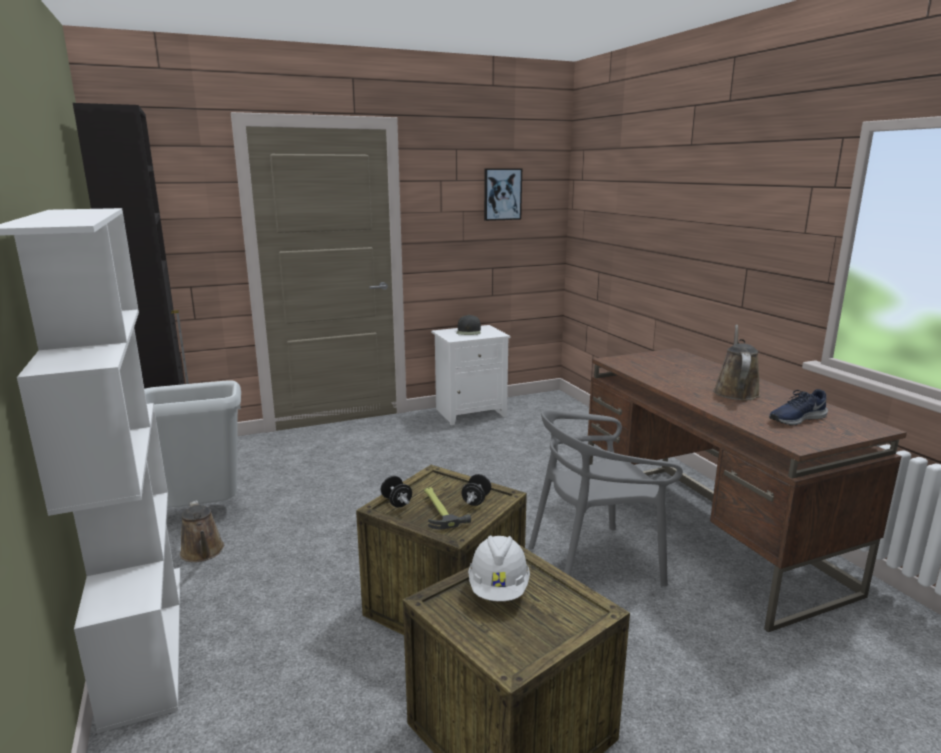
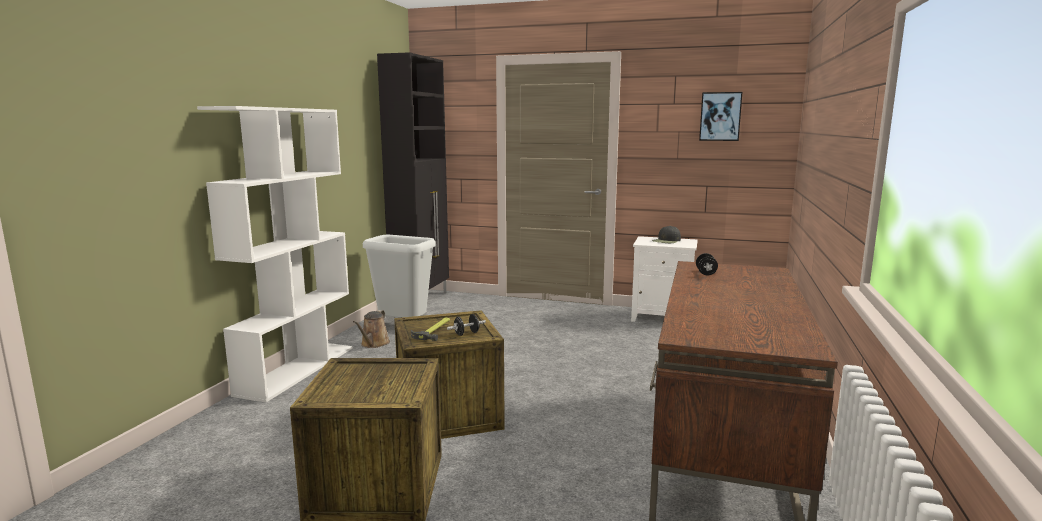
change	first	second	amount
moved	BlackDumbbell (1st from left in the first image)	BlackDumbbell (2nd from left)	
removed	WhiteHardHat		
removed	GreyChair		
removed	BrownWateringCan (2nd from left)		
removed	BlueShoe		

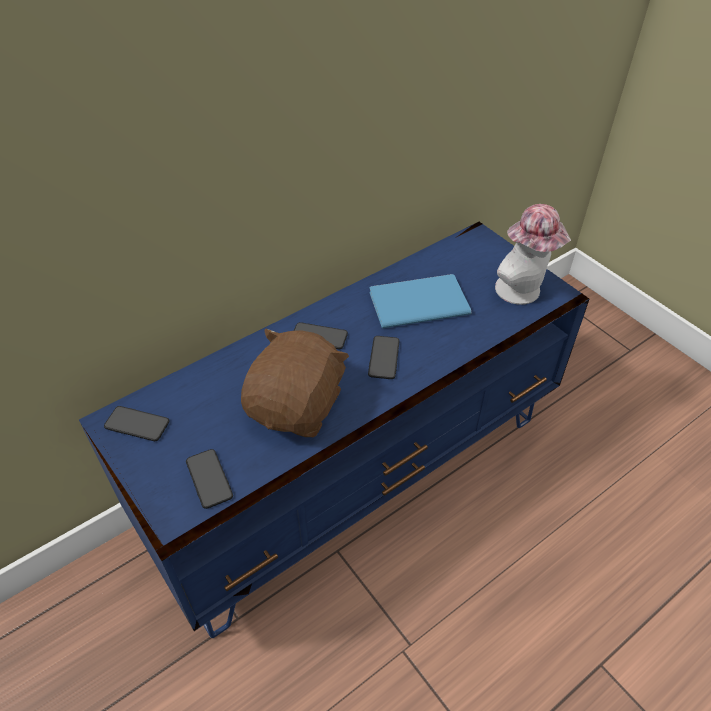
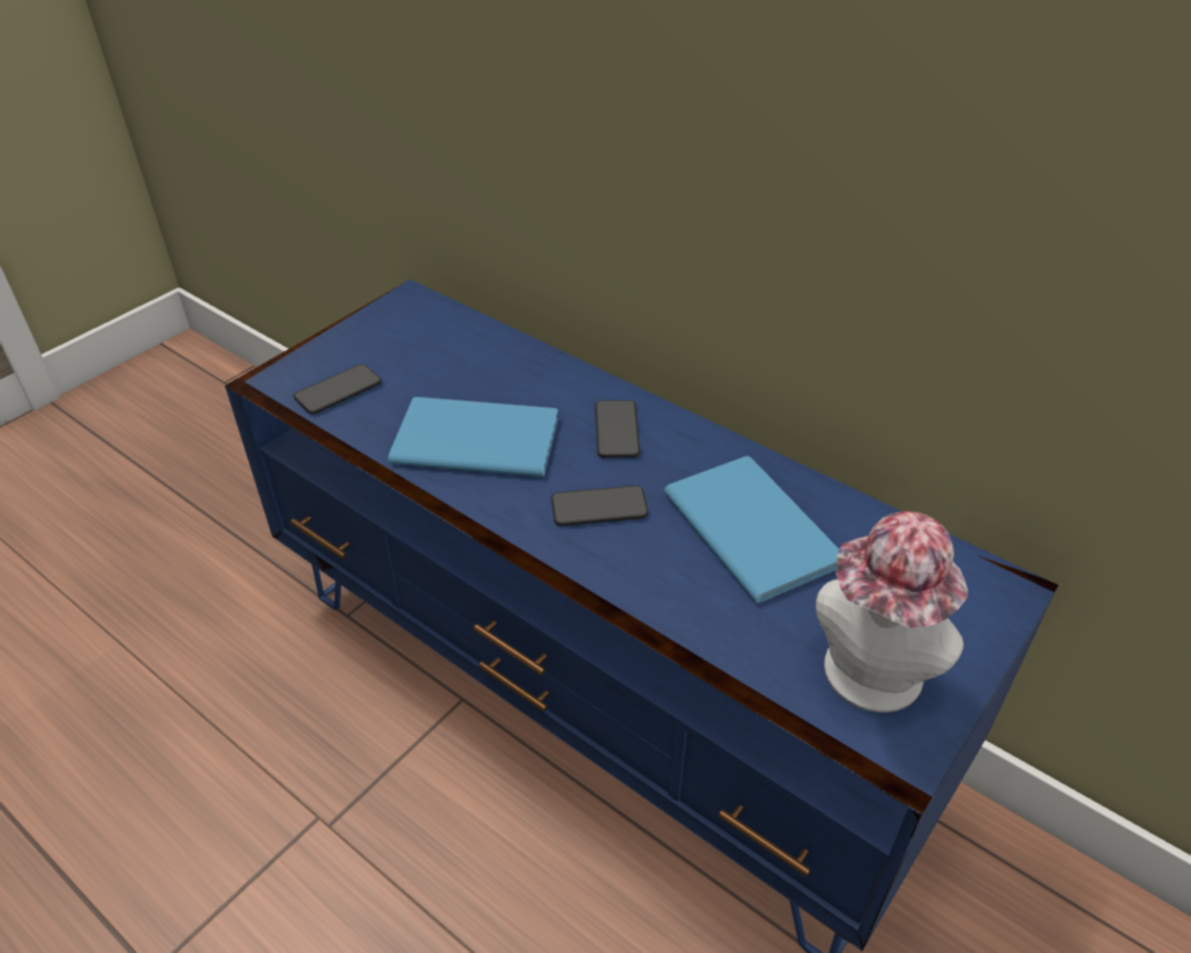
change	first	second	amount
replaced	BrownPlushToy	BlueBook (1st from left)	
removed	Phone (1st from left)		

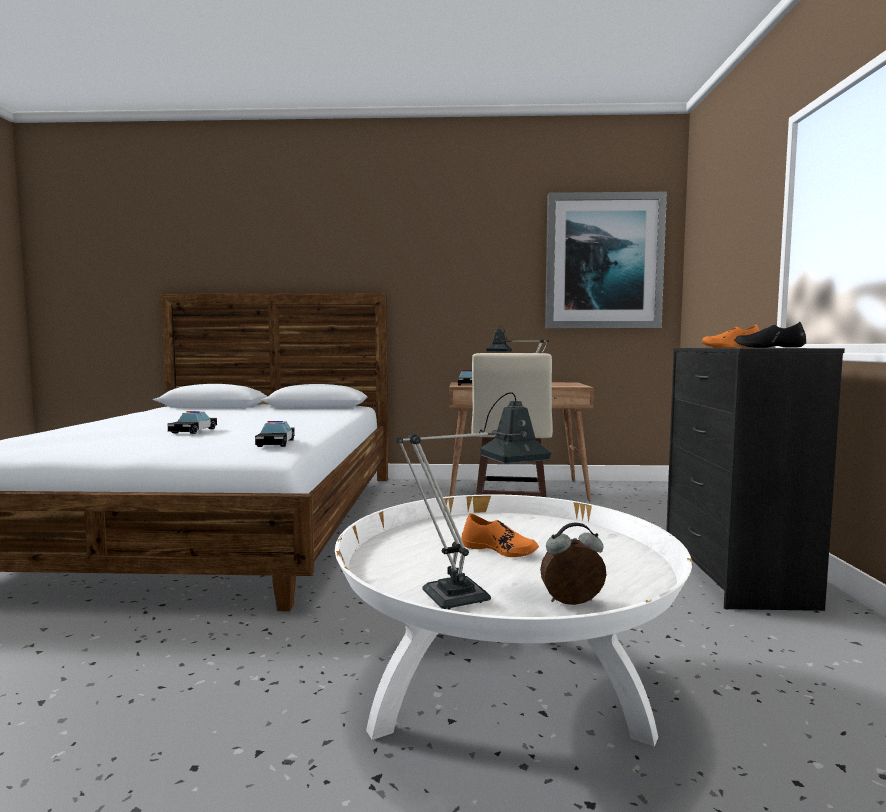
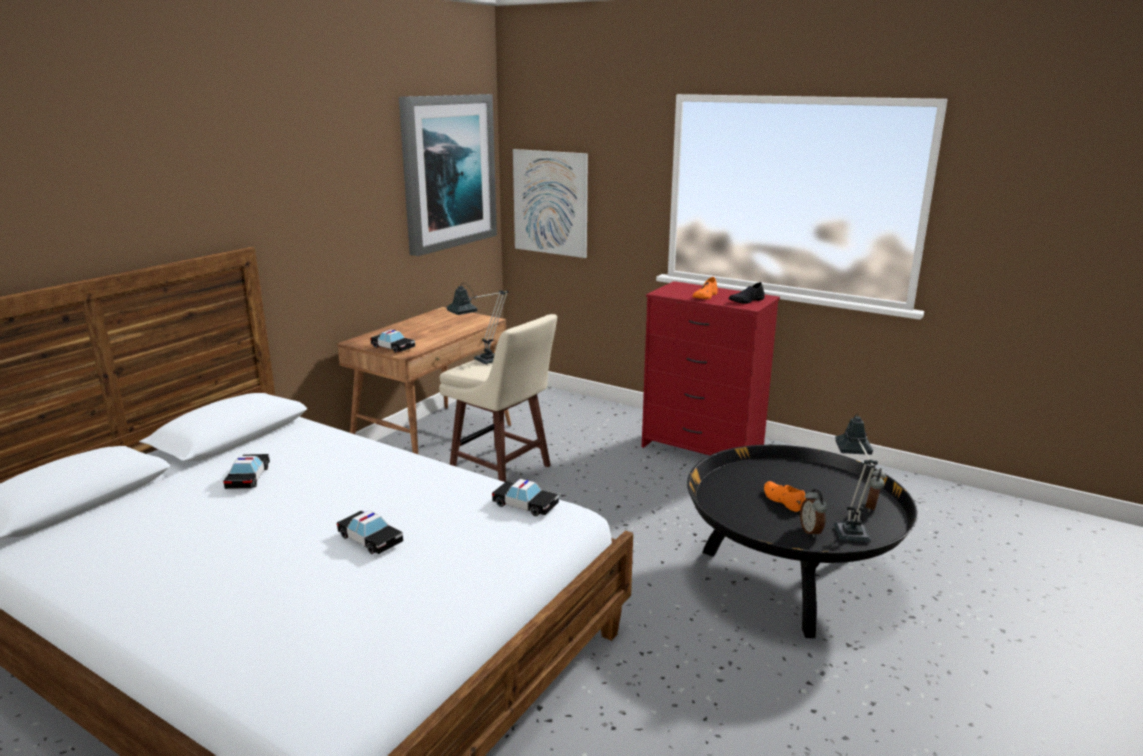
change	first	second	amount
added		ToyCar (1st from left)	
added		Picture (2nd from left)	
recoloured	BlackDresser	RedDresser	
recoloured	WhiteCoffeeTable	BlackCoffeeTable	
turned	OrangeShoe (1st from left in the first image)	OrangeShoe (2nd from left)	90 degrees counterclockwise
added		AlarmClock (1st from left)	

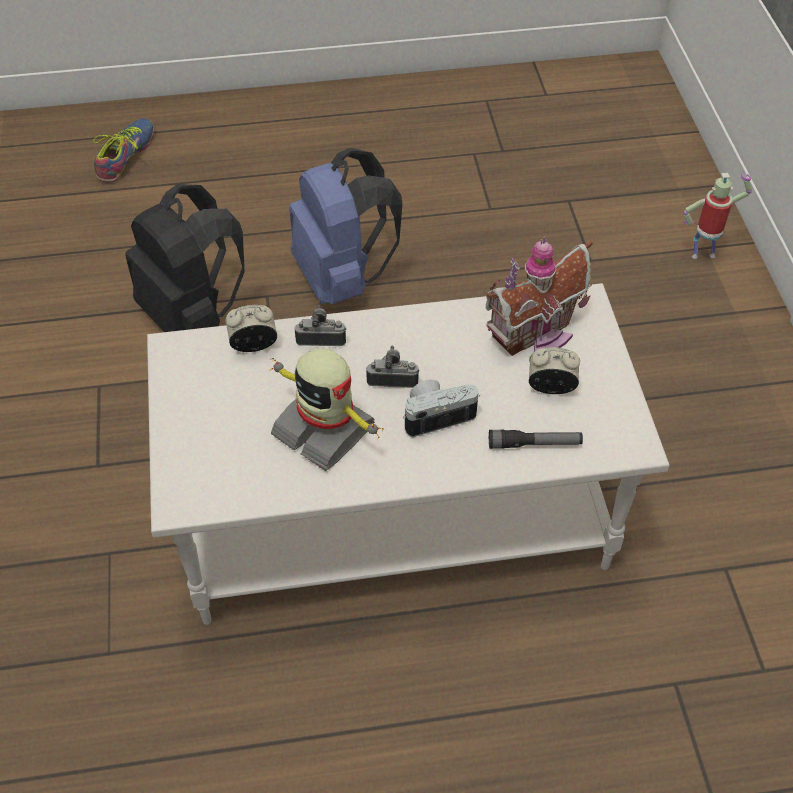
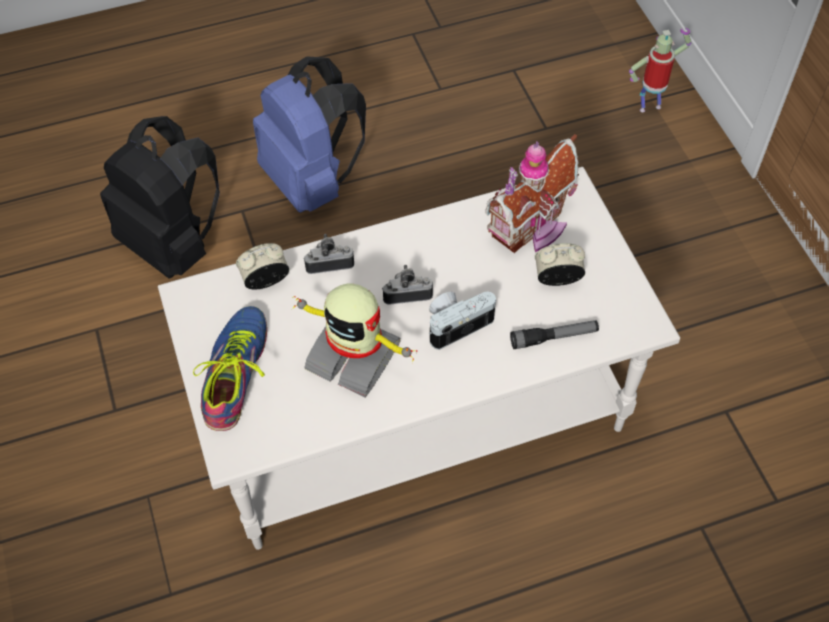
change	first	second	amount
moved	Shoe		

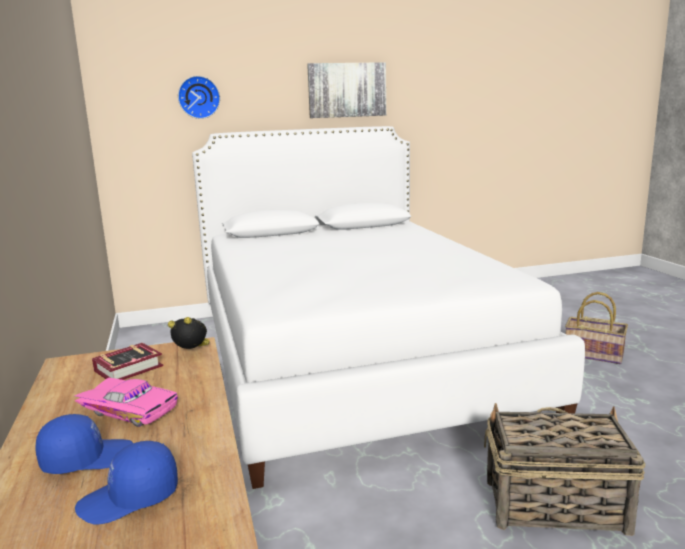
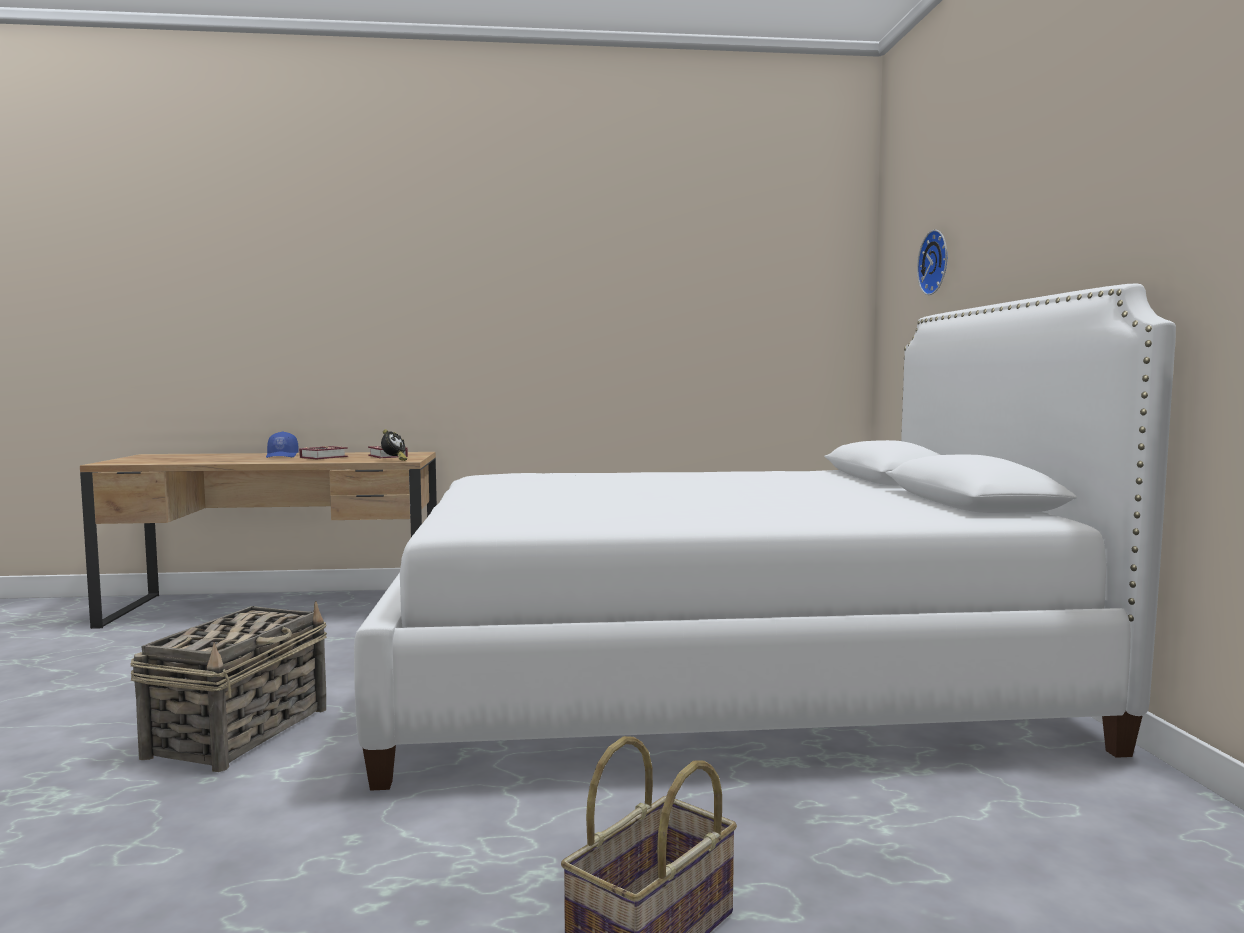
change	first	second	amount
replaced	PinkToyCar	Book (1st from left)	
removed	BlueCap (2nd from left)		
removed	Picture		

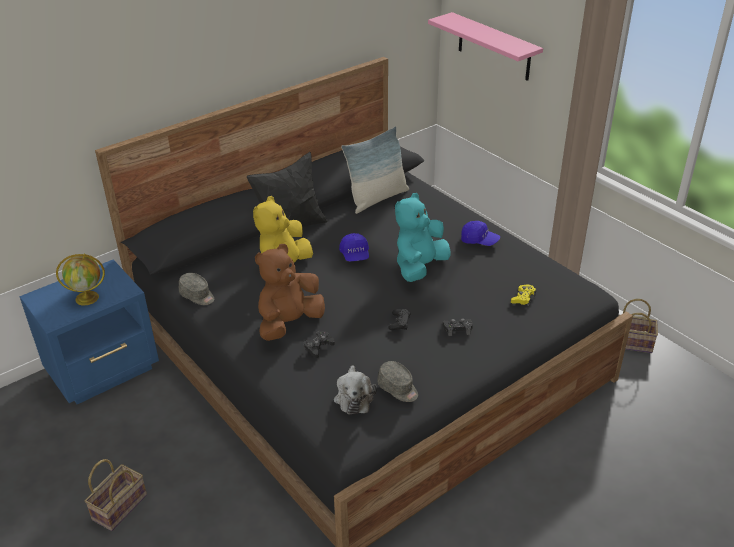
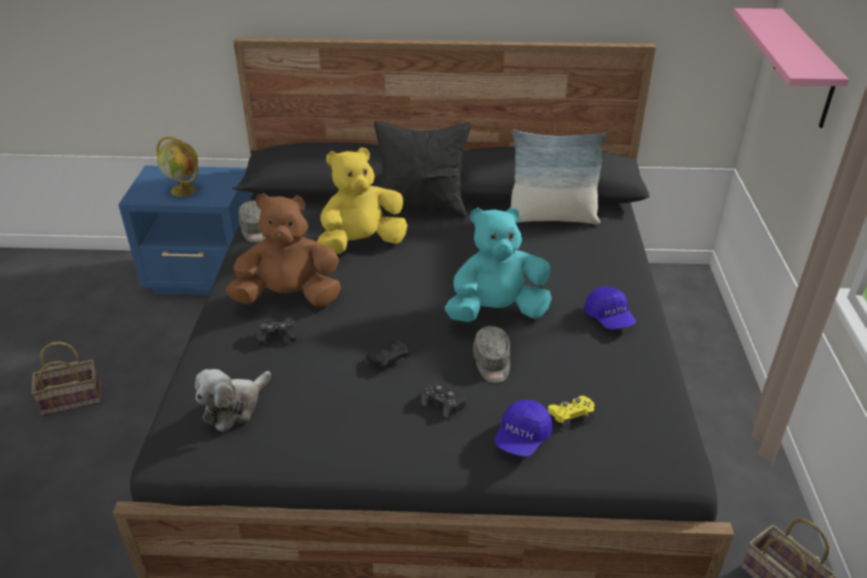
change	first	second	amount
moved	GreyCap (2nd from left)		
moved	BlueCap (1st from left)		

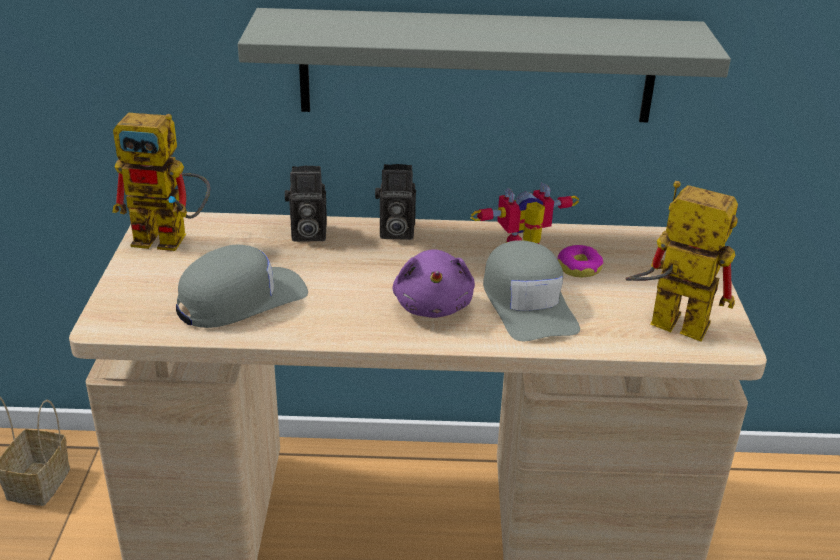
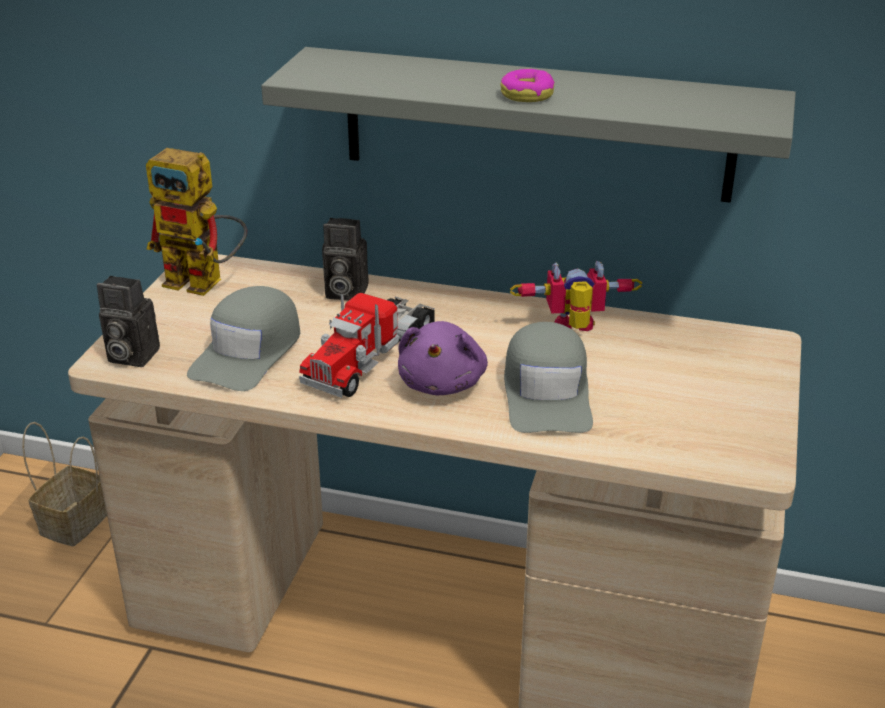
change	first	second	amount
moved	PhotoCamera (2nd from left in the first image)	PhotoCamera (1st from left)	
turned	GreyCap (1st from left)		135 degrees clockwise
added		ToyTruck	
moved	Donut		
removed	ToyRobot (3rd from left)		

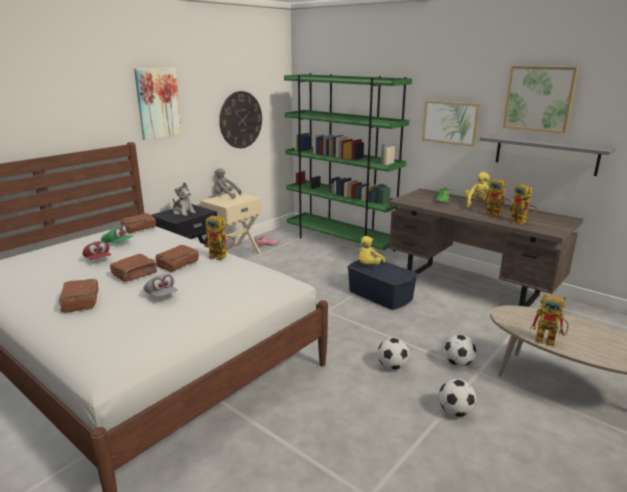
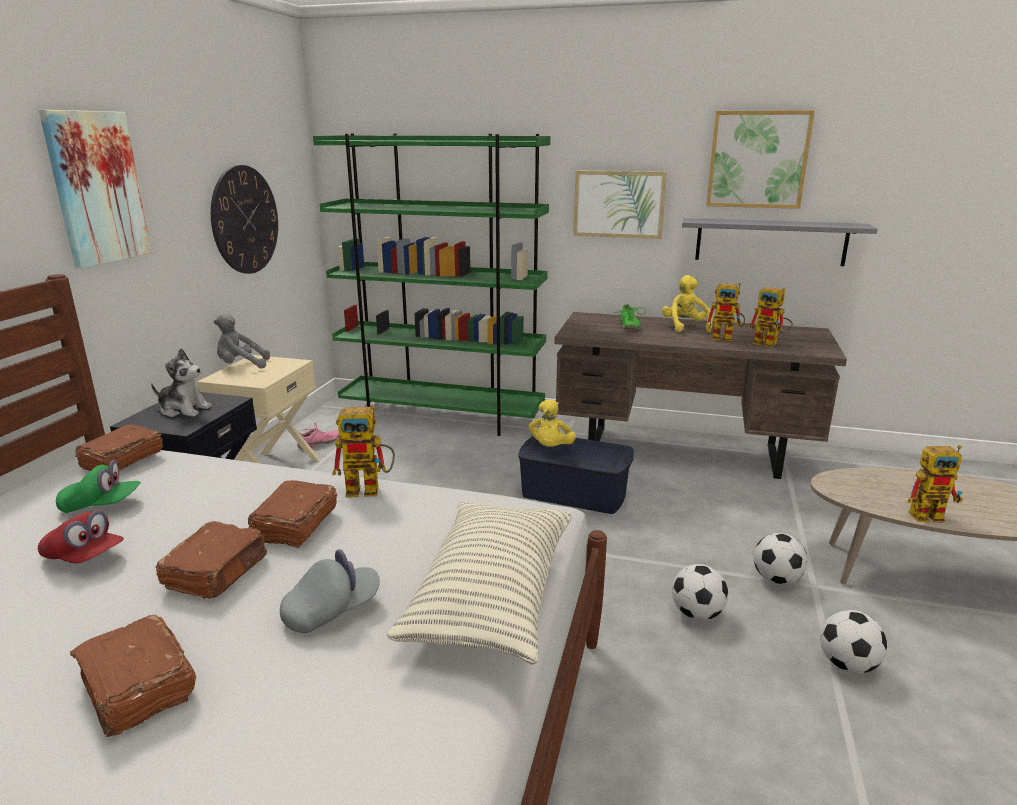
change	first	second	amount
turned	GreyCap		60 degrees counterclockwise
added		Pillow	

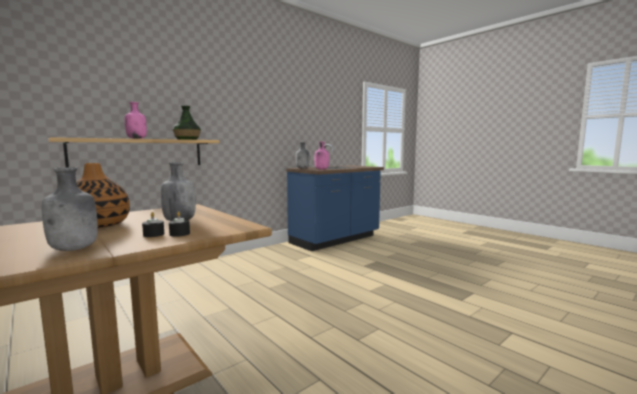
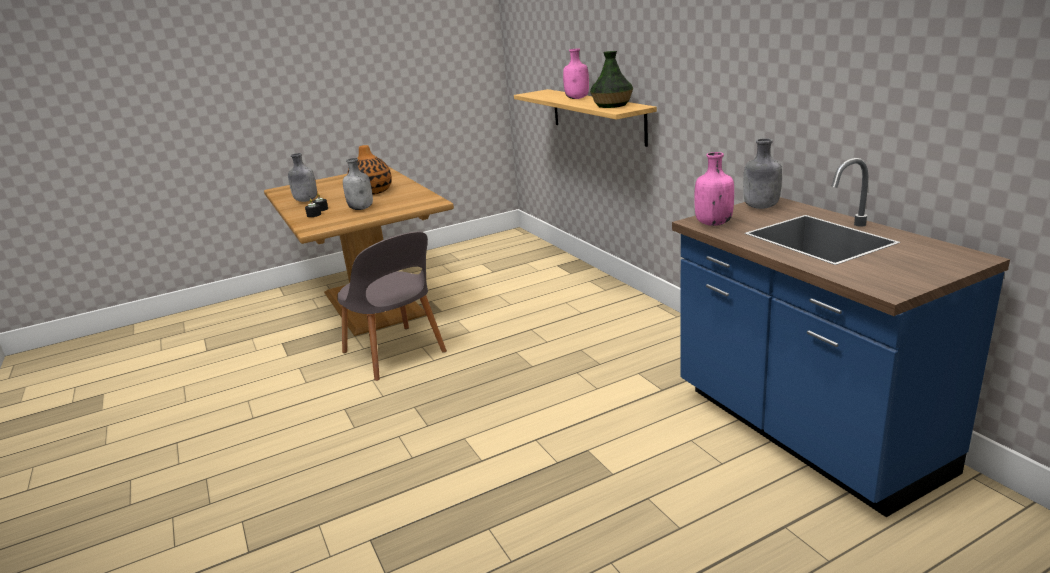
change	first	second	amount
added		GreyChair	

